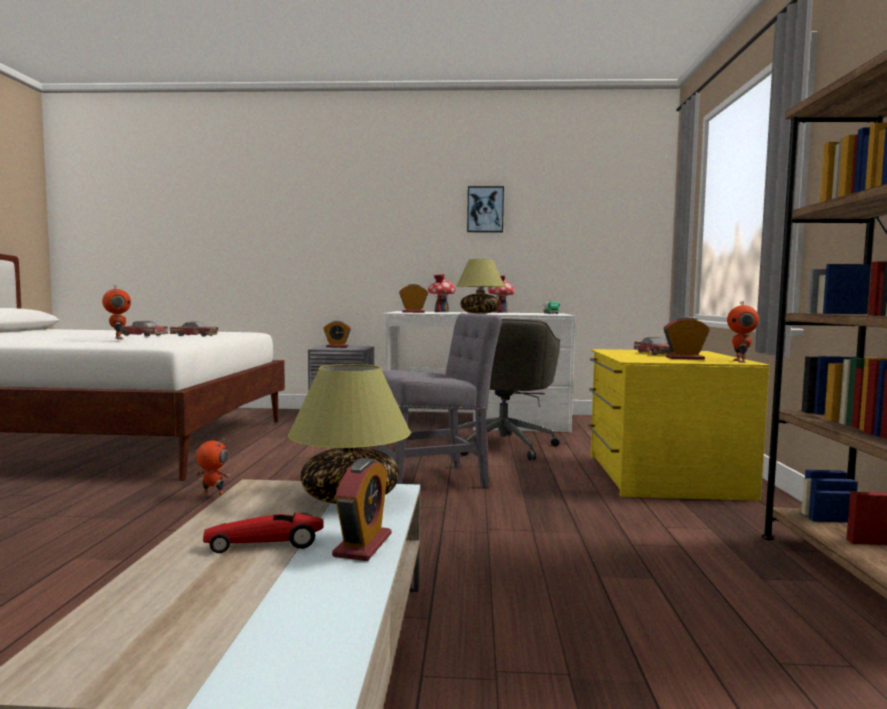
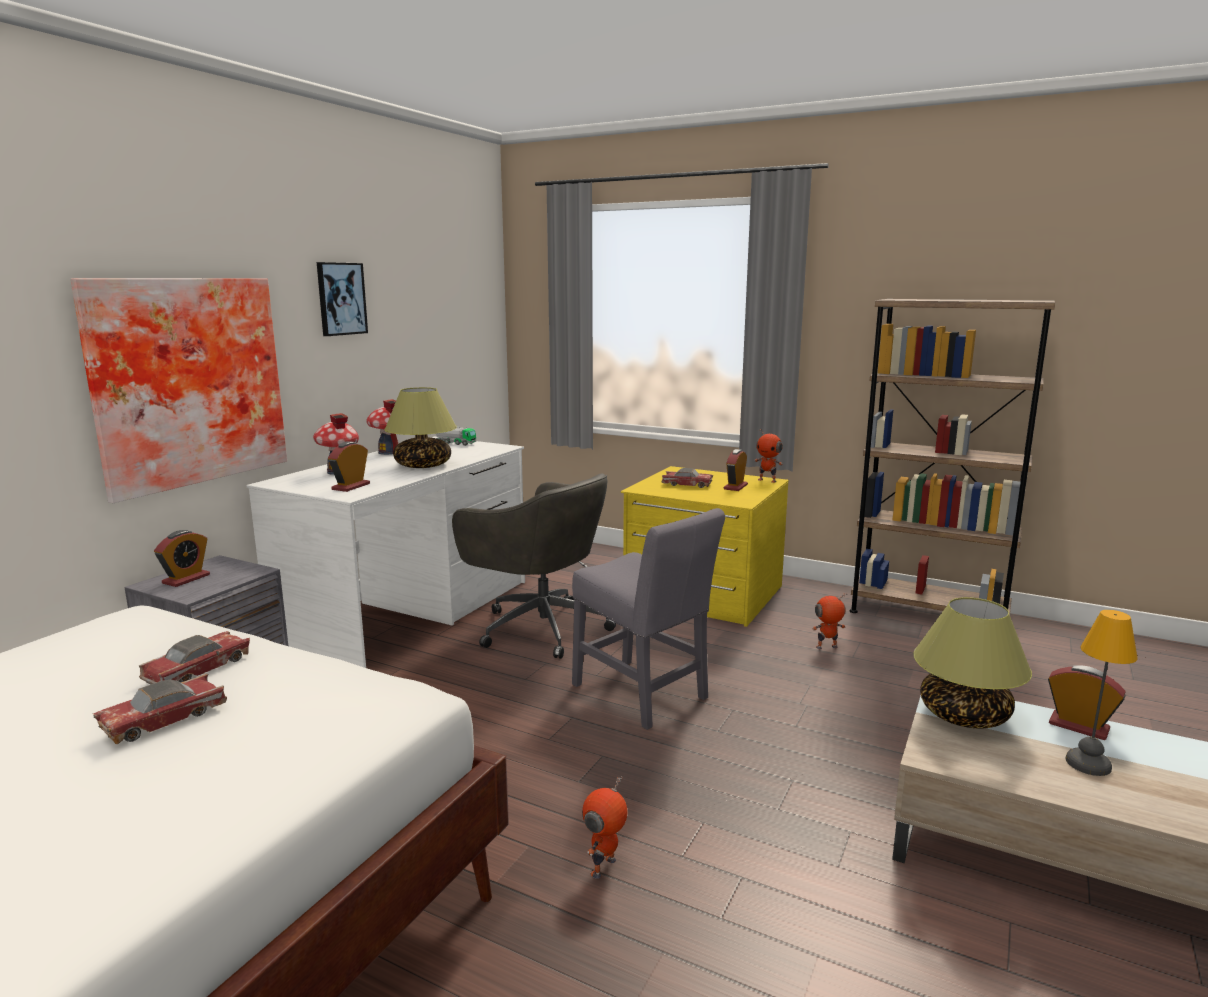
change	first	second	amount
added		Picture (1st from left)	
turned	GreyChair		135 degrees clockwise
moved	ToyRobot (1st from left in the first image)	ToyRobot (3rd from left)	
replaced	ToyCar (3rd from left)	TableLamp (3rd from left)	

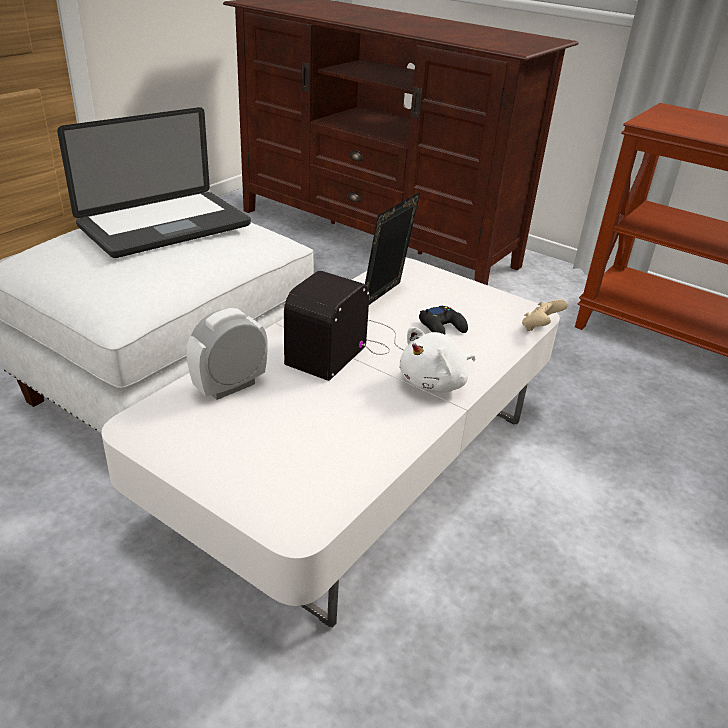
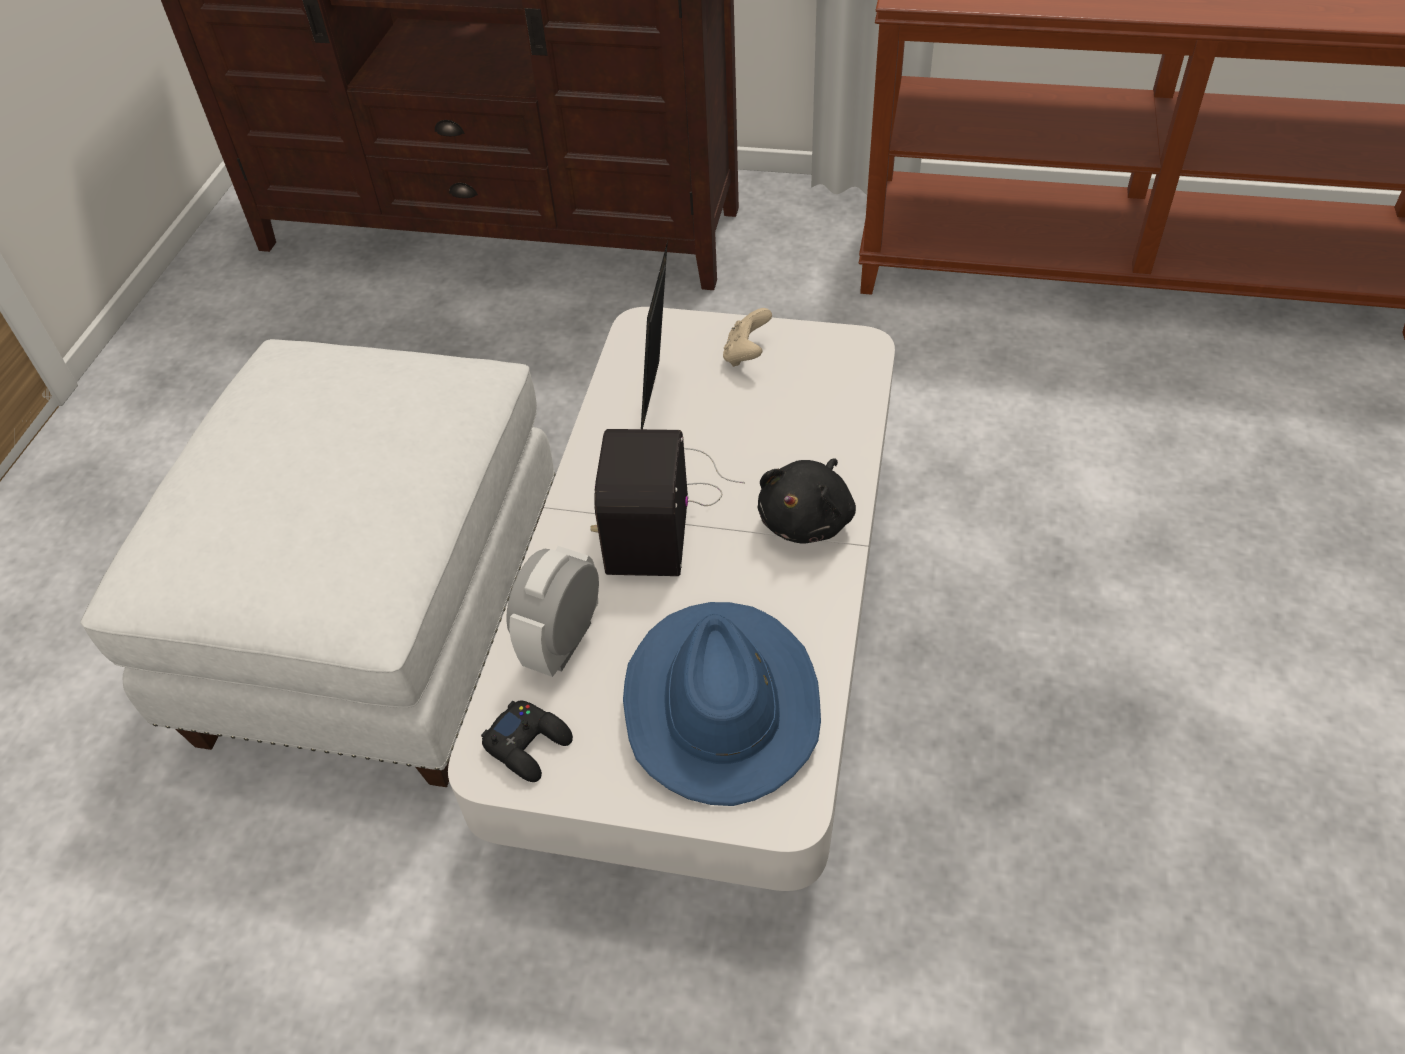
change	first	second	amount
moved	BlackGameController		
added		BlueHat	
moved	BeigeGameController		
recoloured	WhitePlushToy	BlackPlushToy	
removed	Laptop		

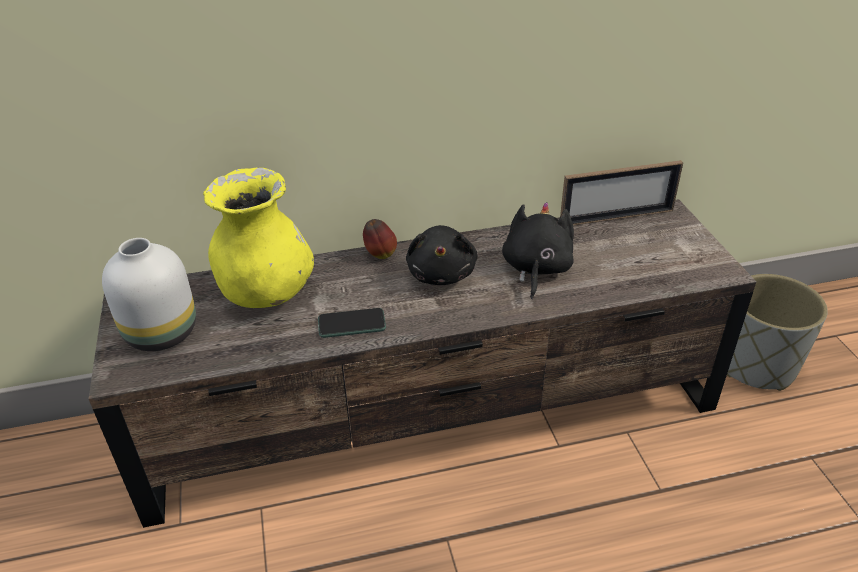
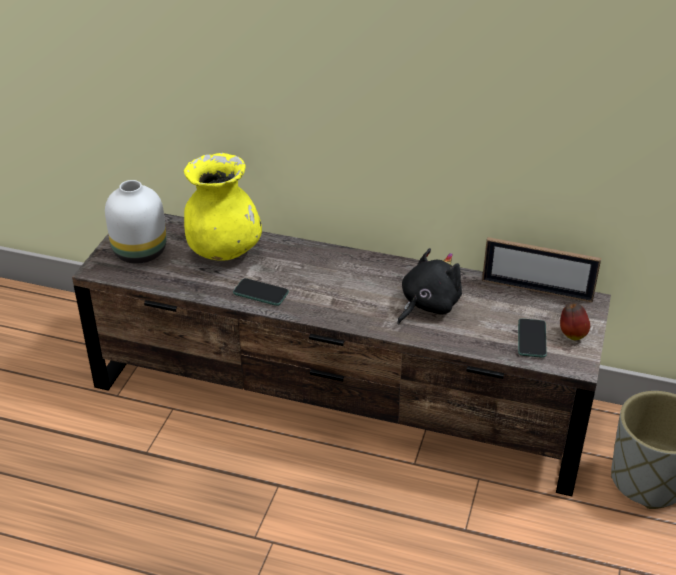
change	first	second	amount
added		Phone (2nd from left)	
moved	Apple		
removed	BlackPlushToy (1st from left)		

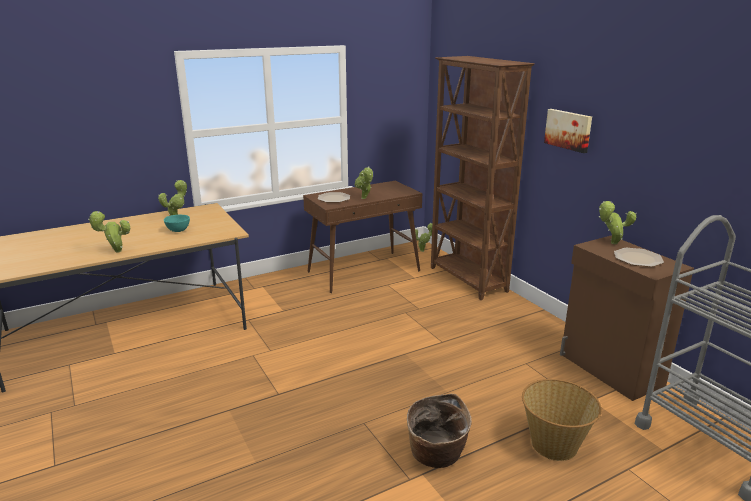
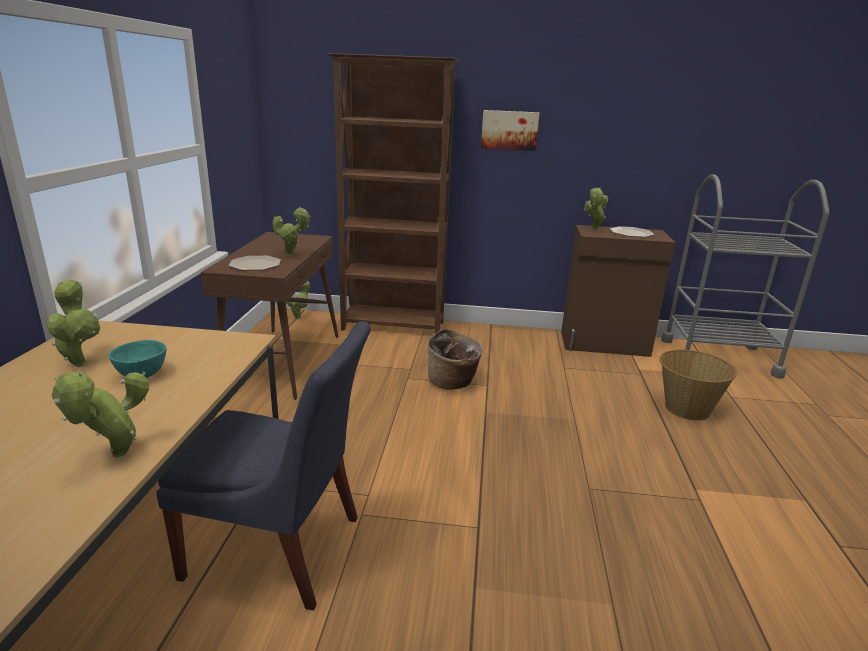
change	first	second	amount
added		BlueChair	
moved	Basket (1st from left)		

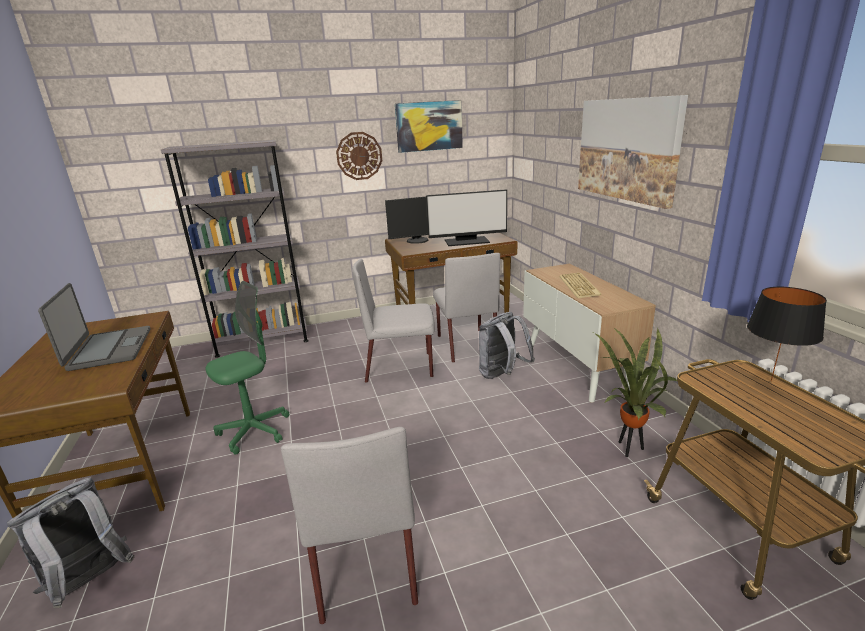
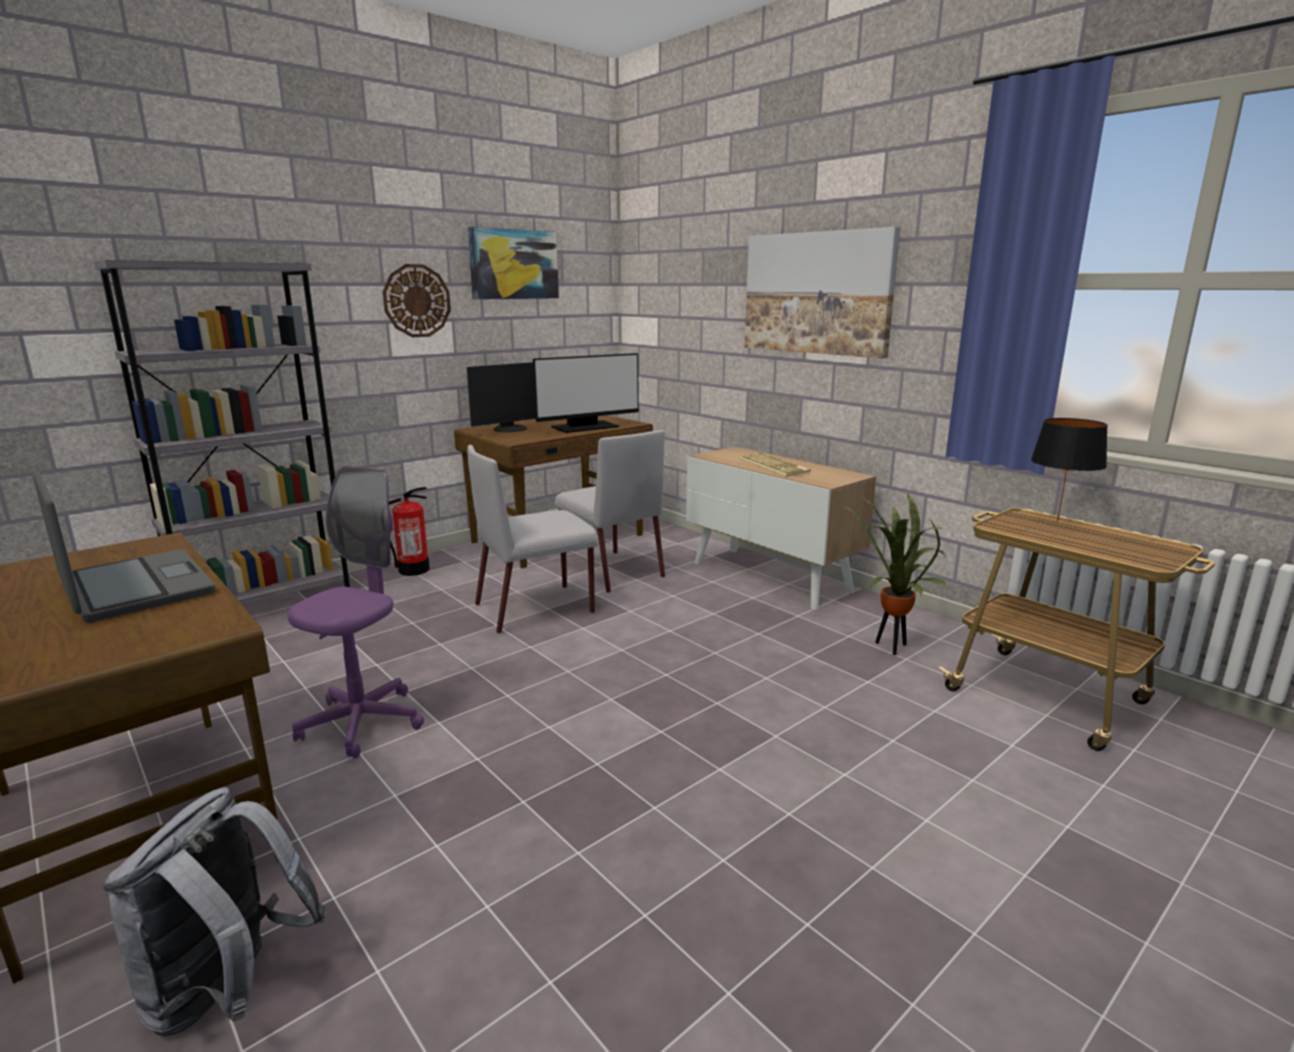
change	first	second	amount
recoloured	GreenOfficeChair	PurpleOfficeChair	
added		FireExtinguisher	
removed	GreyChair (1st from left)		
removed	GreyBackpack (2nd from left)		

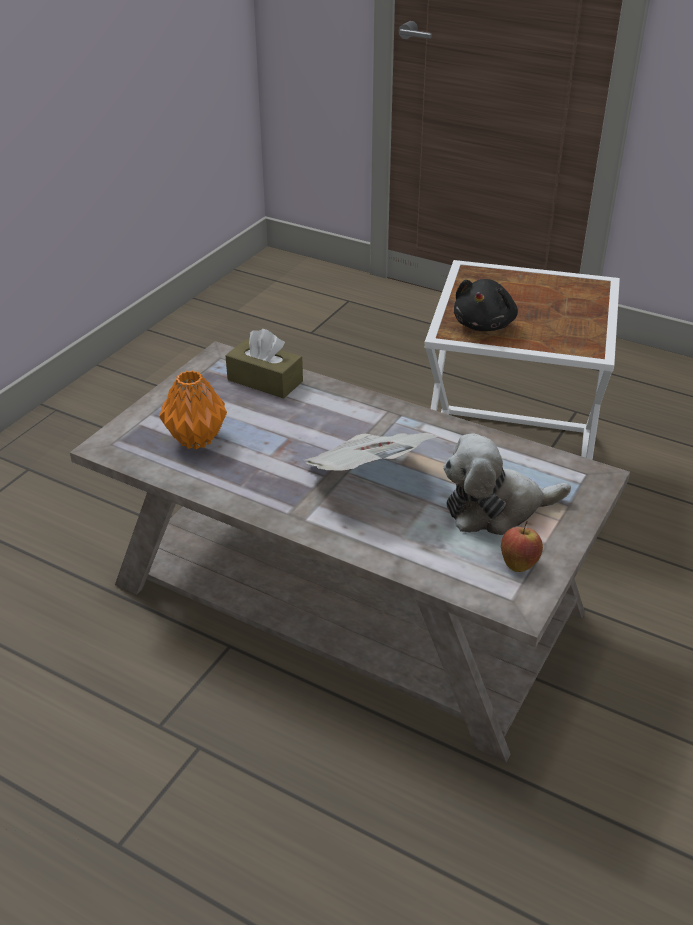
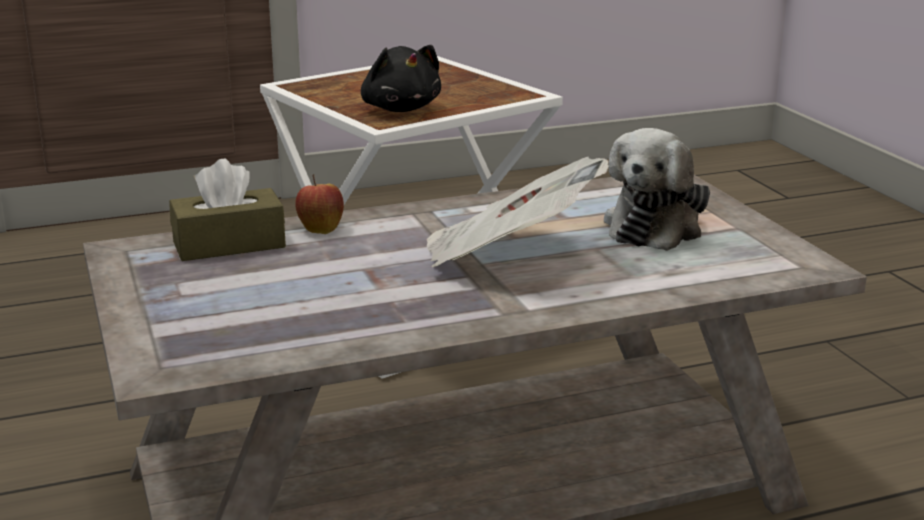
change	first	second	amount
moved	Apple		
removed	OrangeVase		

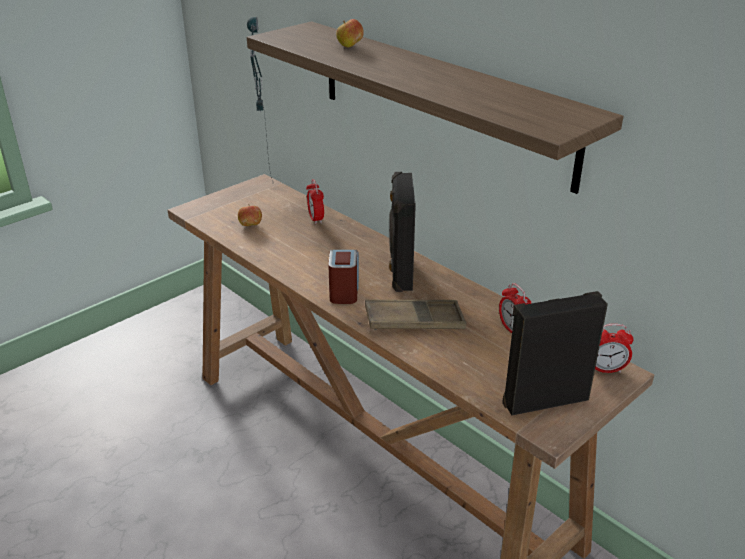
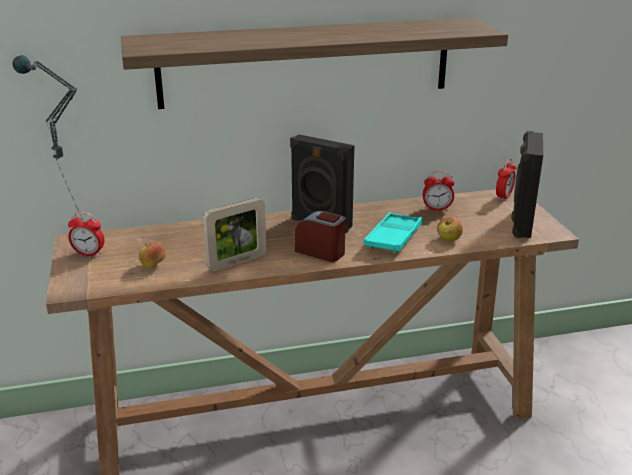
change	first	second	amount
moved	AlarmClock (1st from left)		
added		PictureFrame	
recoloured	BrownTray	TurquoiseTray	
moved	Apple (2nd from left)		

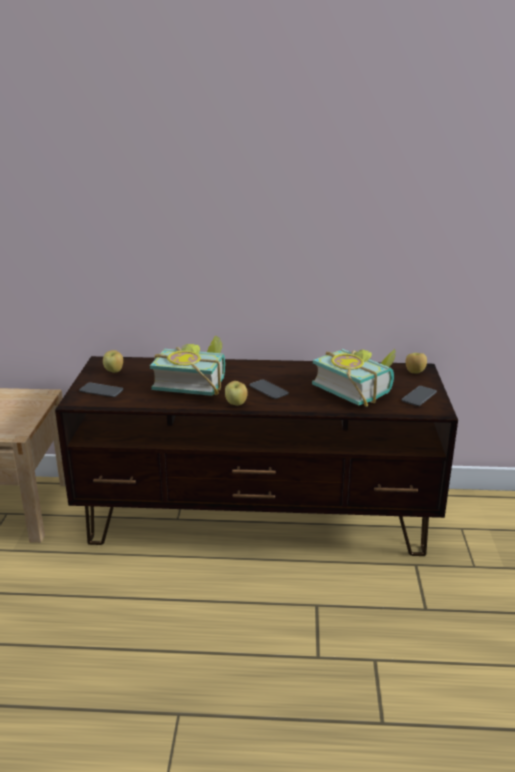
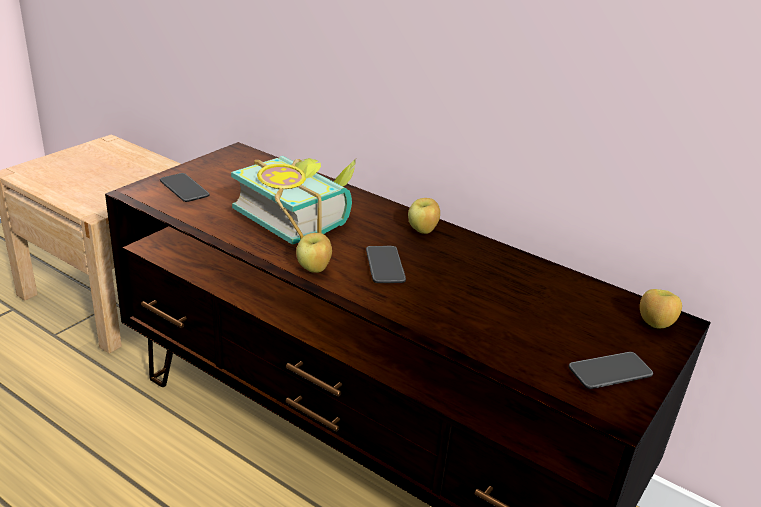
change	first	second	amount
moved	Apple (1st from left in the first image)	Apple (2nd from left)	
removed	Book (2nd from left)		

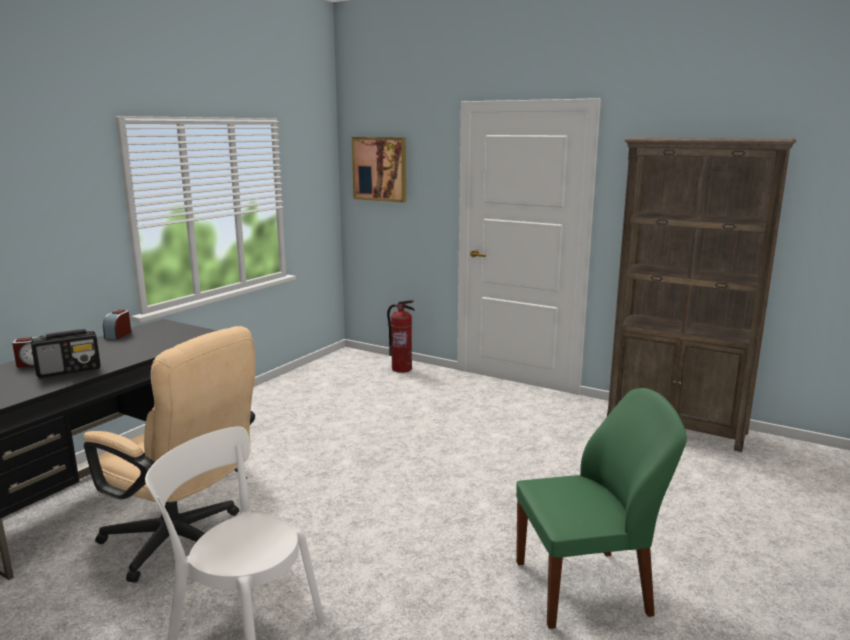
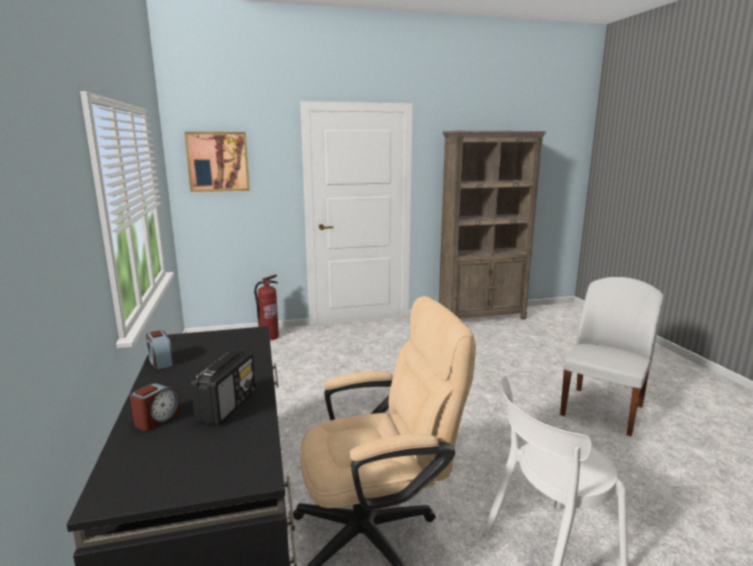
change	first	second	amount
recoloured	GreenChair	WhiteChair (2nd from left)	

